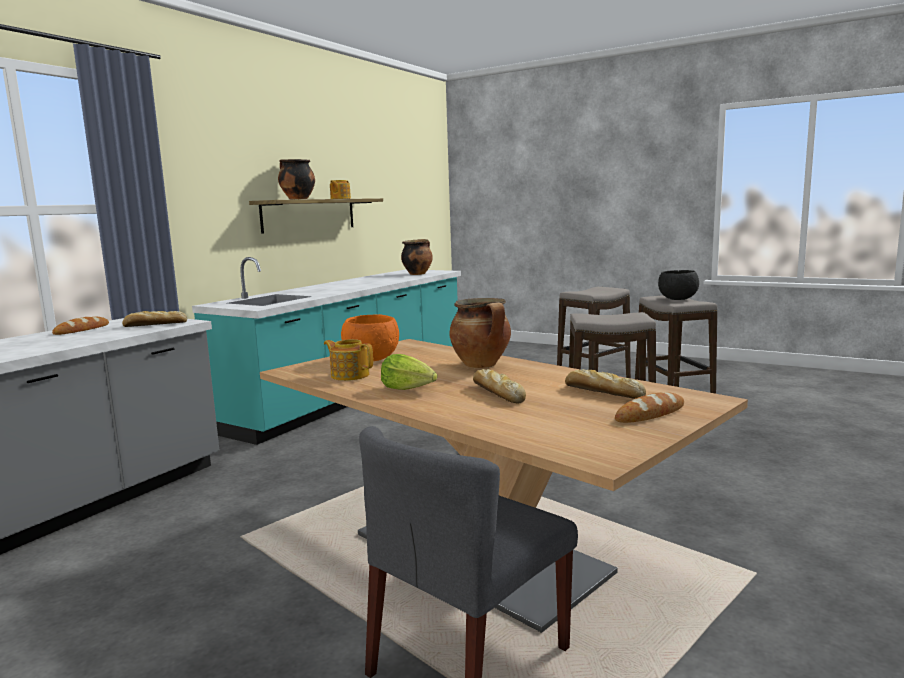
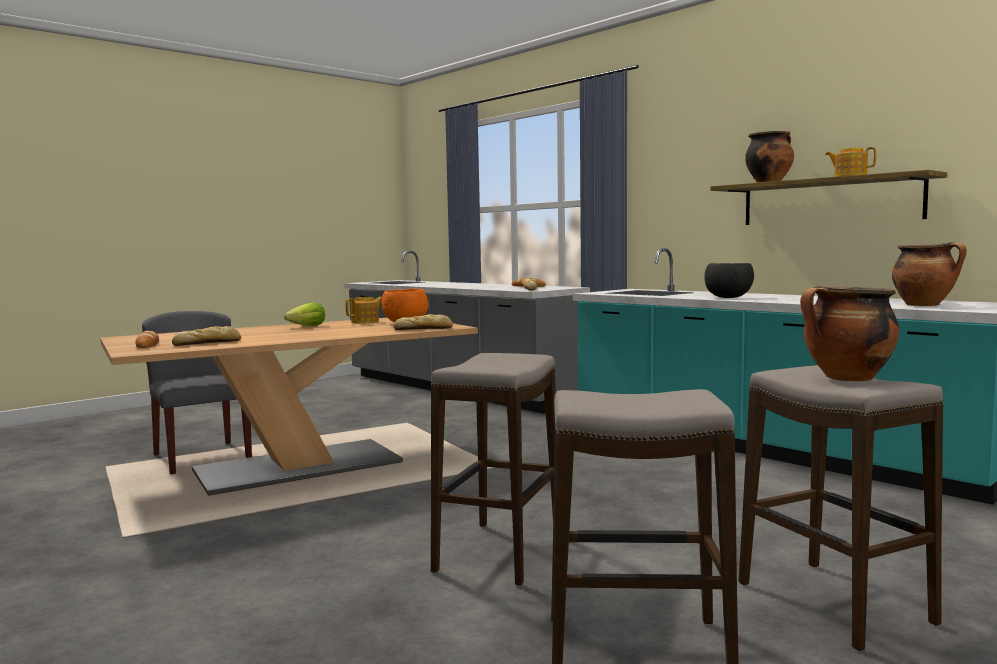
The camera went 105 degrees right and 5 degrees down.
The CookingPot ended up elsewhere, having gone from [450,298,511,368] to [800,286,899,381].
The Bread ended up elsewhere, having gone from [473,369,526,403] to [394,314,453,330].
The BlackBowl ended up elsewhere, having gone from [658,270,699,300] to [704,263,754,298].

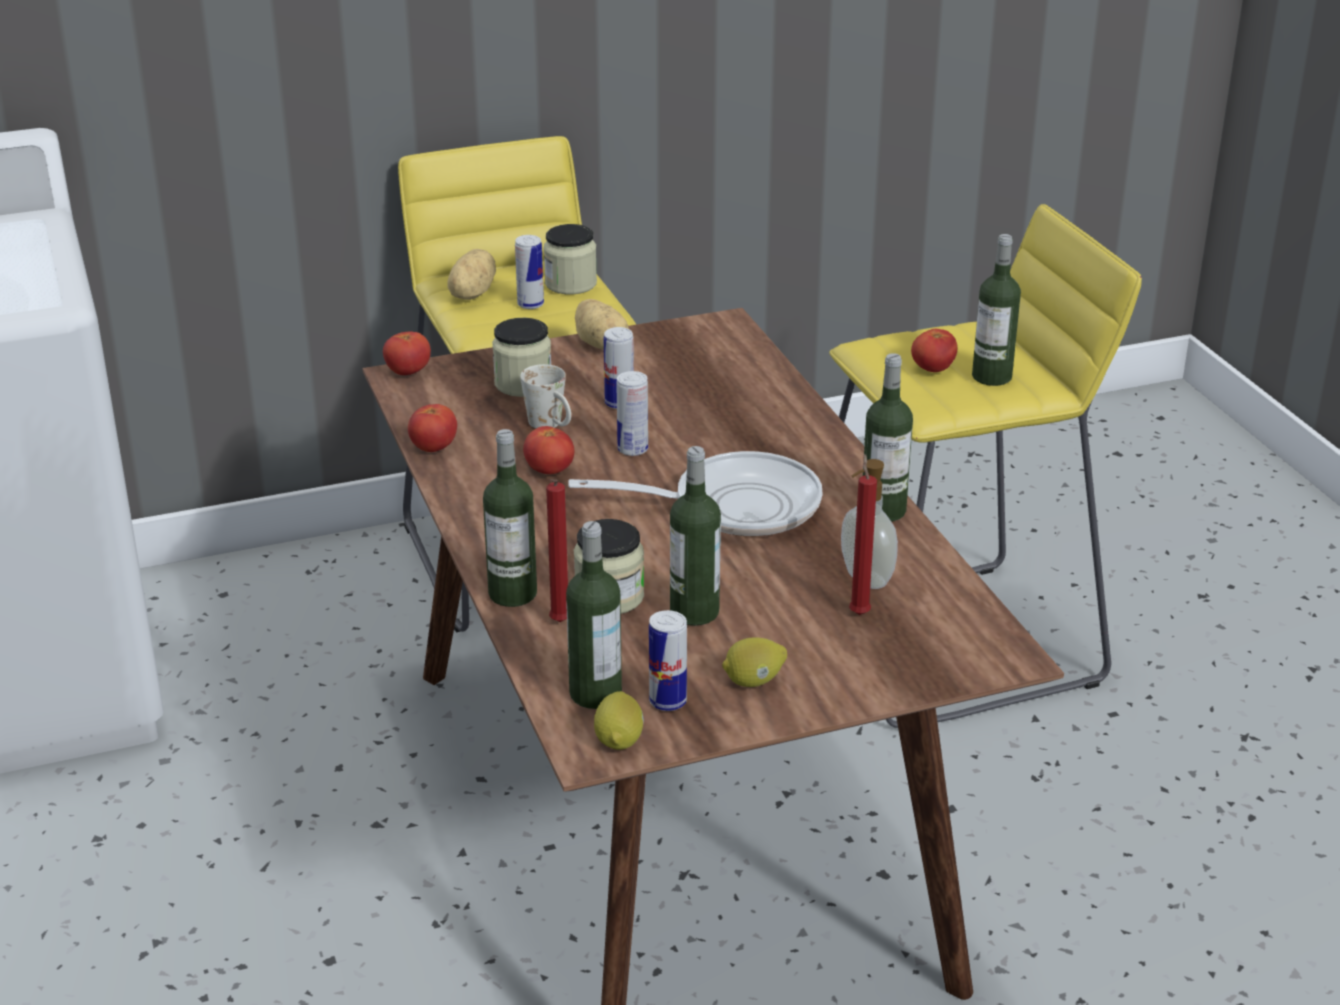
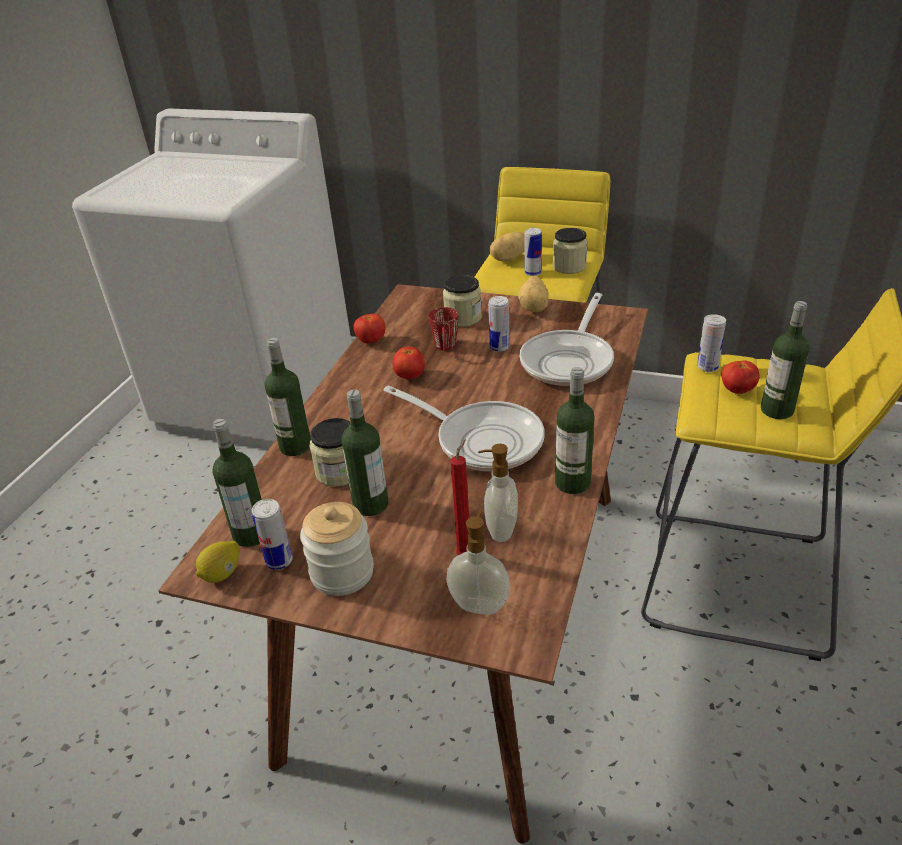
The camera went 40 degrees right and 5 degrees up.
The second view lost the Tomato at [383,331,431,375].
The second view lost the RedCandle at [546,479,568,622].
The second view gained the SoapDispenser at [446,510,510,615].
The second view gained the FryingPan at [520,293,614,386].
The Can ended up elsewhere, having gone from [616,371,648,456] to [697,314,726,372].
Where the Lemon stood at [722,638,787,687], the Jar came to stand at [300,502,374,596].
What was the WhiteMug at [520,364,571,428] turned into the RedMug at [428,307,458,351].

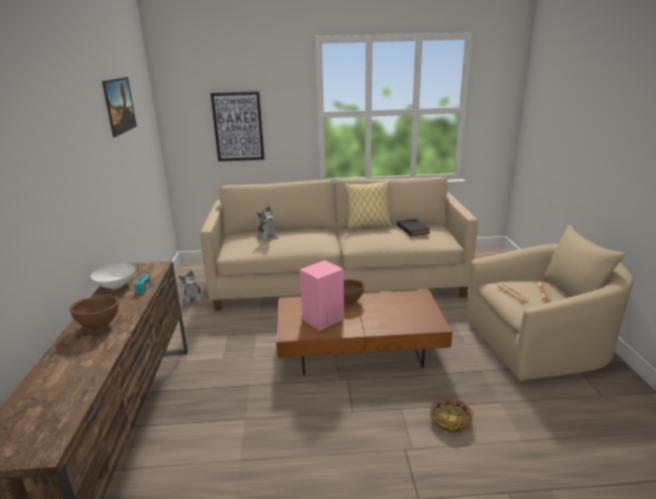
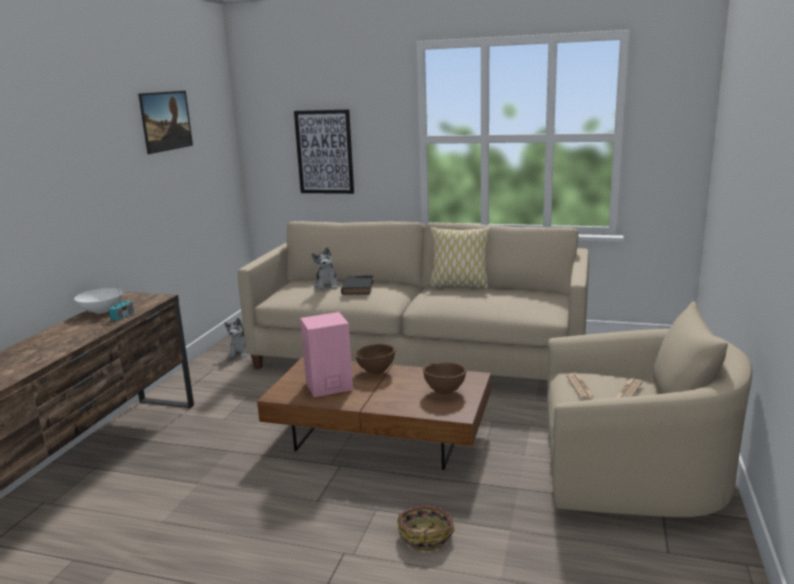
The camera went 20 degrees right and 5 degrees down.
The BrownBowl ended up elsewhere, having gone from [69,295,119,330] to [423,362,467,394].
The BlackBook ended up elsewhere, having gone from [397,219,430,236] to [341,276,374,295].

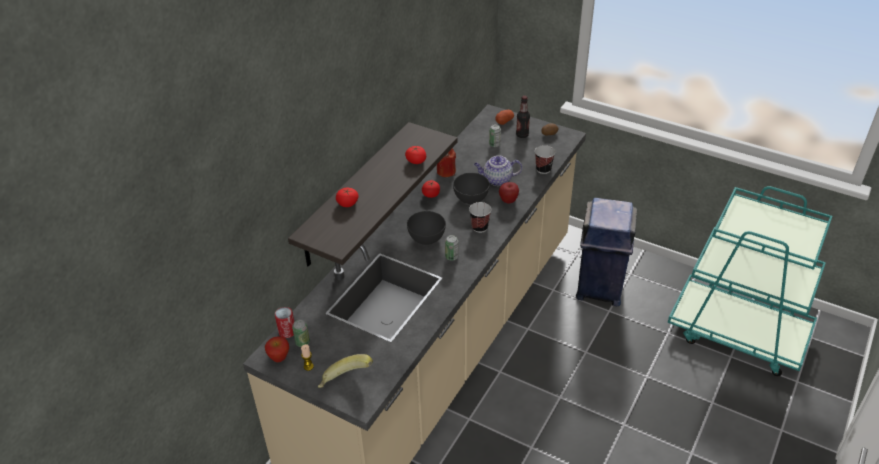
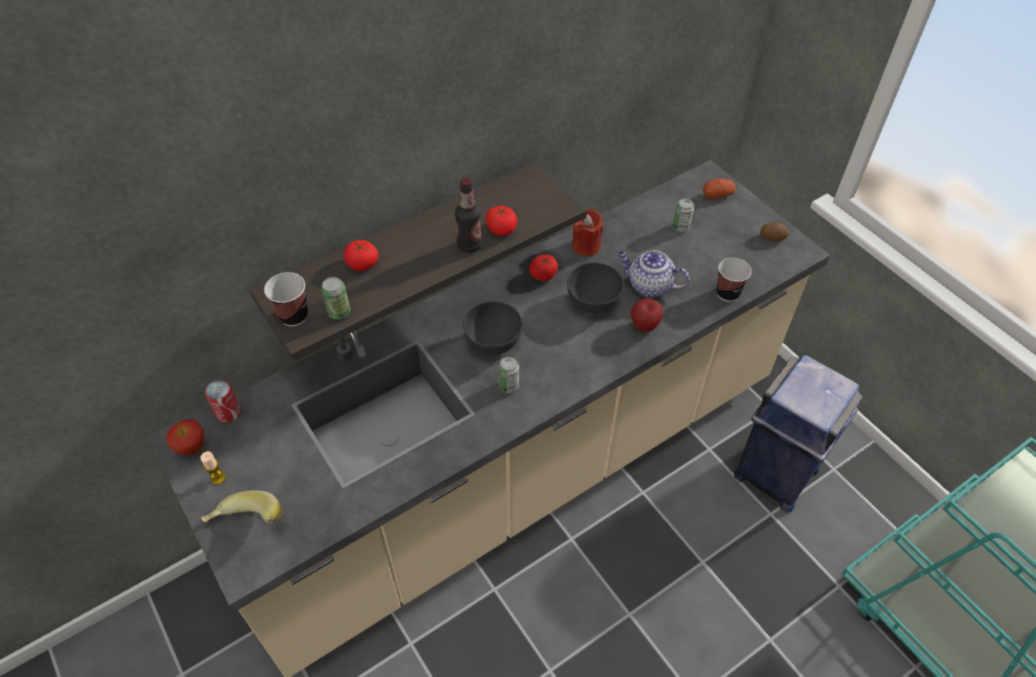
The camera went 25 degrees right and 10 degrees up.
The Can ended up elsewhere, having gone from [292,320,310,347] to [321,277,350,319].
The Cup ended up elsewhere, having gone from [469,202,491,233] to [264,272,308,326].
The Bottle ended up elsewhere, having gone from [516,96,530,138] to [455,178,482,253].

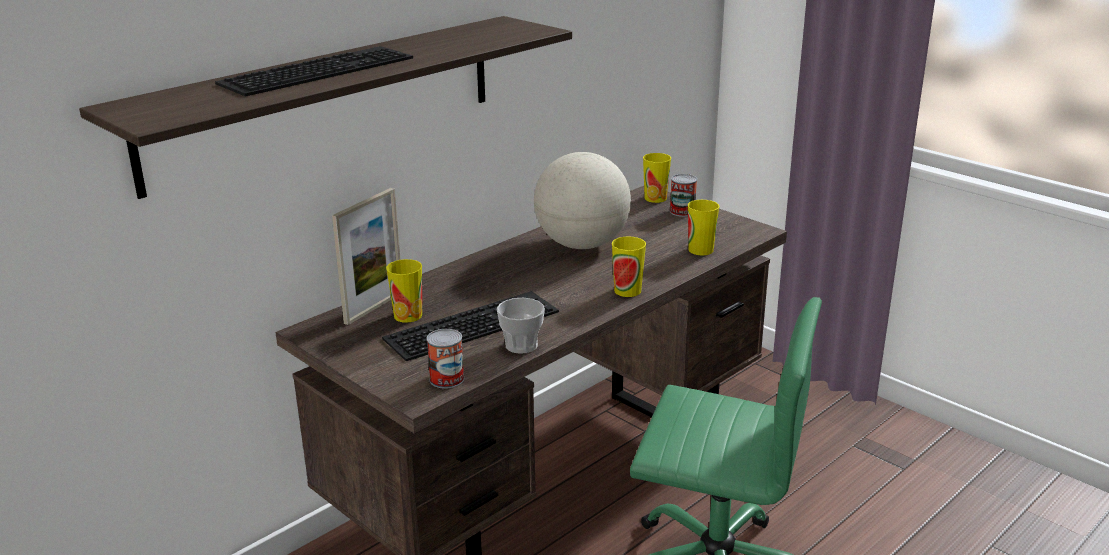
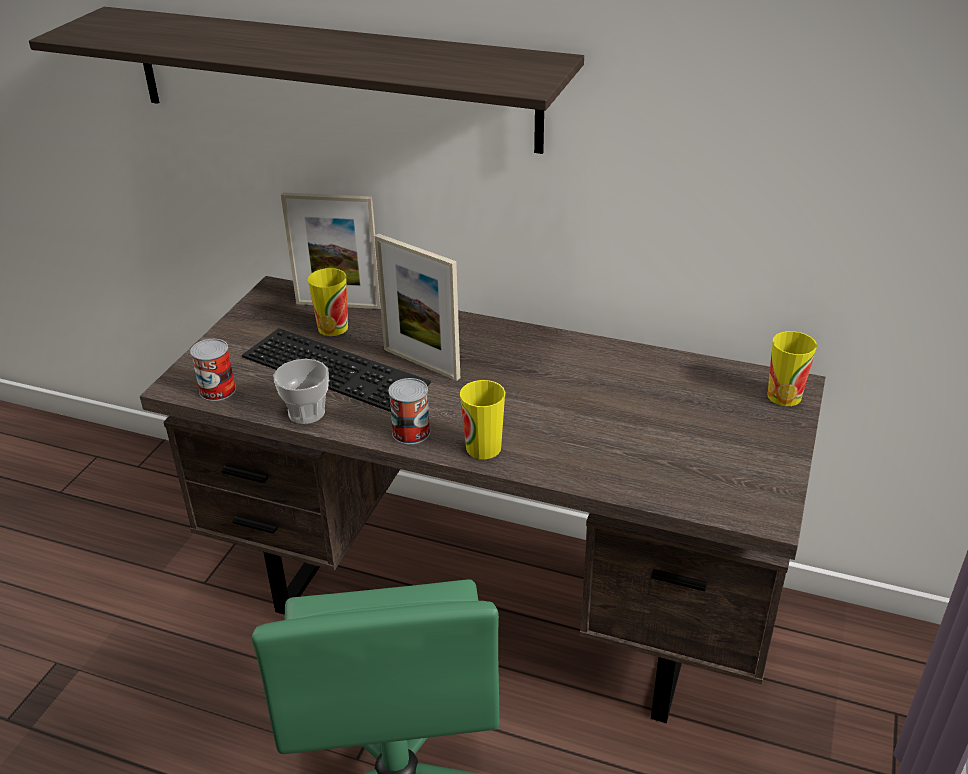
The camera went 65 degrees right and 10 degrees up.
The second view lost the Keyboard at [215,46,413,96].
The second view lost the Globe at [534,152,631,249].
The second view lost the Cup at [688,200,719,255].
The second view gained the PictureFrame at [374,233,460,381].
The Can ended up elsewhere, having gone from [670,174,697,217] to [388,378,430,444].

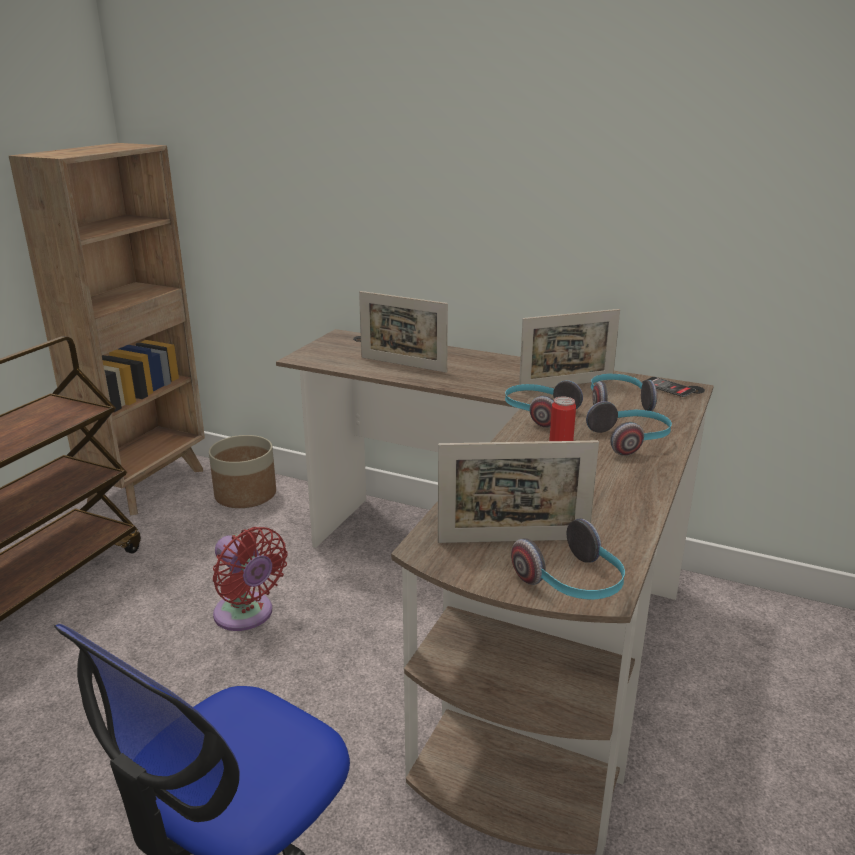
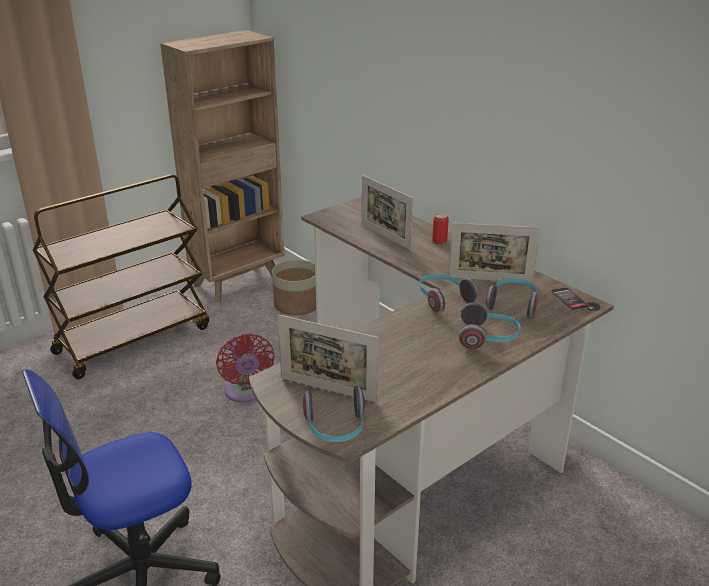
The camera went 25 degrees right and 5 degrees up.
The Can ended up elsewhere, having gone from [549,396,576,441] to [432,213,449,244].

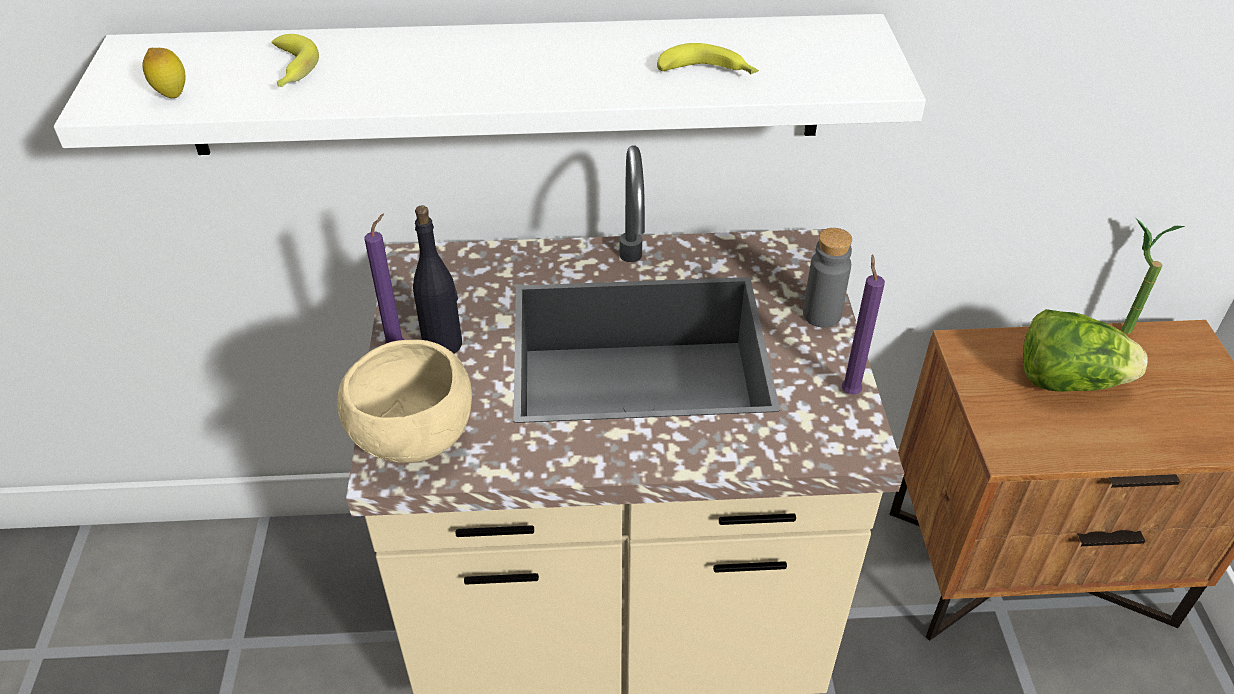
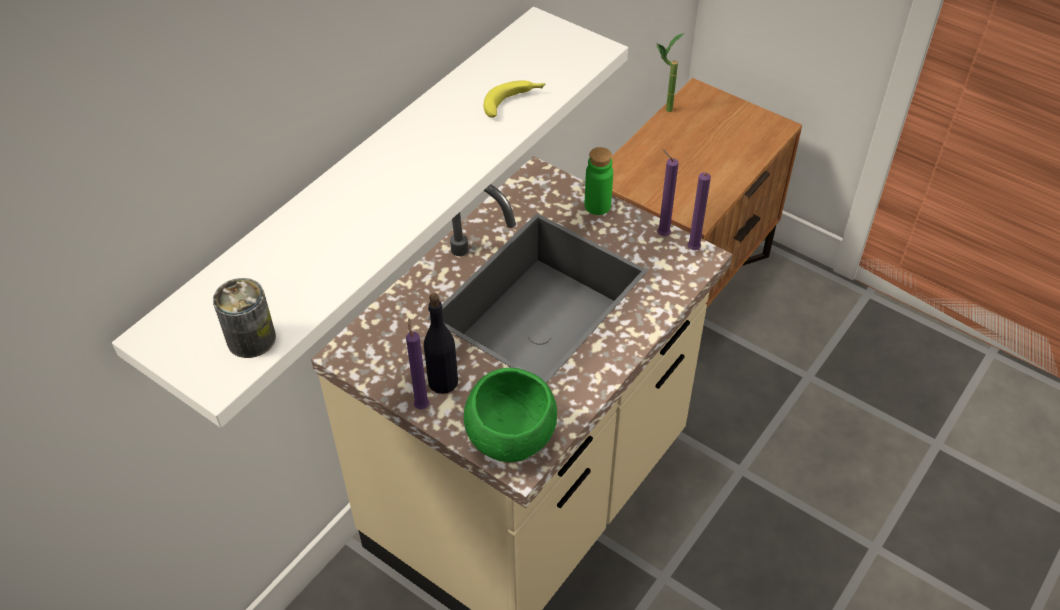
The camera went 50 degrees left and 5 degrees up.
The second view lost the Banana at [272,34,319,87].
The second view lost the Lettuce at [1023,309,1148,392].
The second view gained the PurpleCandle at [687,172,711,250].
Where the Lemon stood at [142,48,186,98], the Can came to stand at [213,278,276,358].
What was the BeigeBowl at [337,339,472,463] turned into the GreenBowl at [464,368,557,462].
What was the GreyBottle at [803,228,852,328] turned into the GreenBottle at [585,147,613,215].

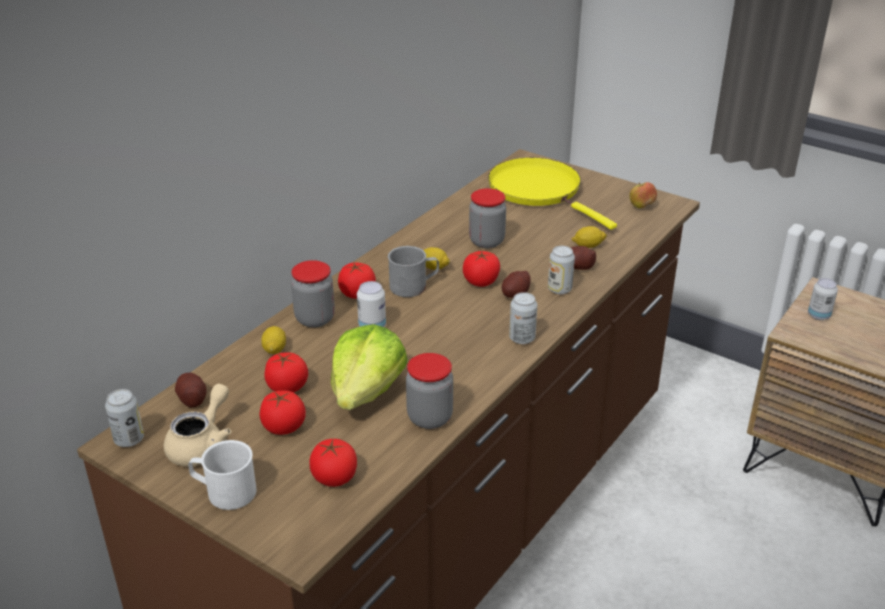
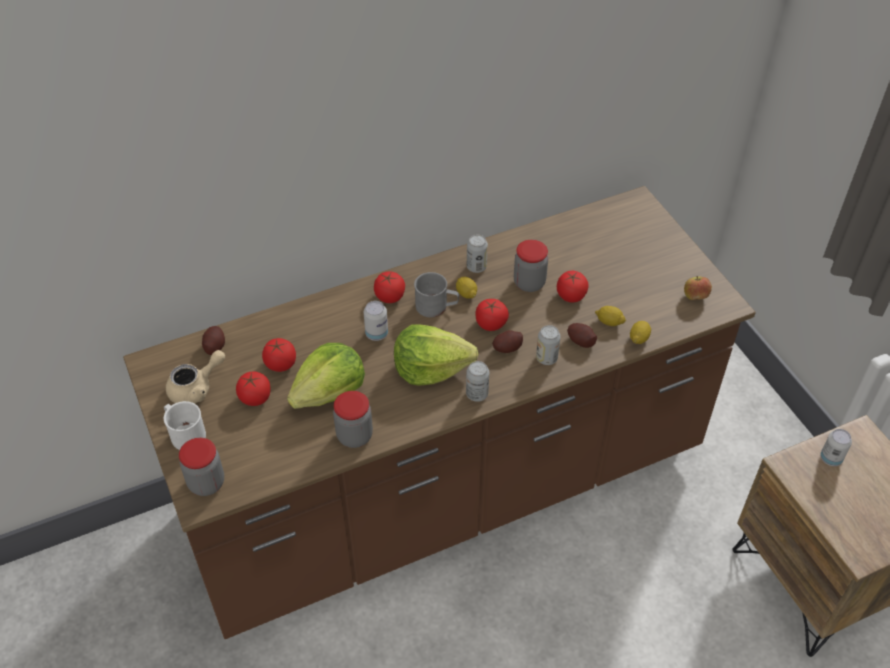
The camera went 30 degrees right and 15 degrees up.
The second view lost the YellowFryingPan at [488,158,617,230].
The second view gained the Lettuce at [394,324,478,386].
The Can ended up elsewhere, having gone from [105,389,144,447] to [467,235,488,273].
The Lemon ended up elsewhere, having gone from [261,326,286,354] to [630,321,651,344].
The Jar ended up elsewhere, having gone from [291,260,335,327] to [179,438,224,496].
The Tomato ended up elsewhere, having gone from [309,439,357,487] to [557,271,589,303].

